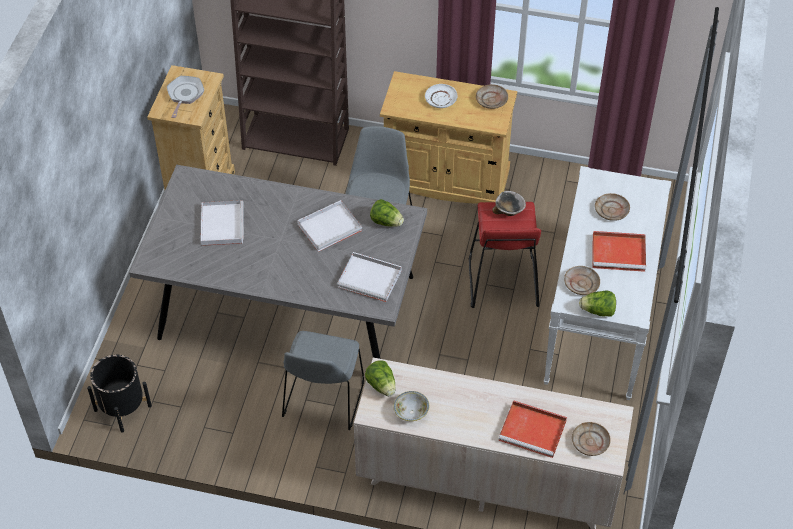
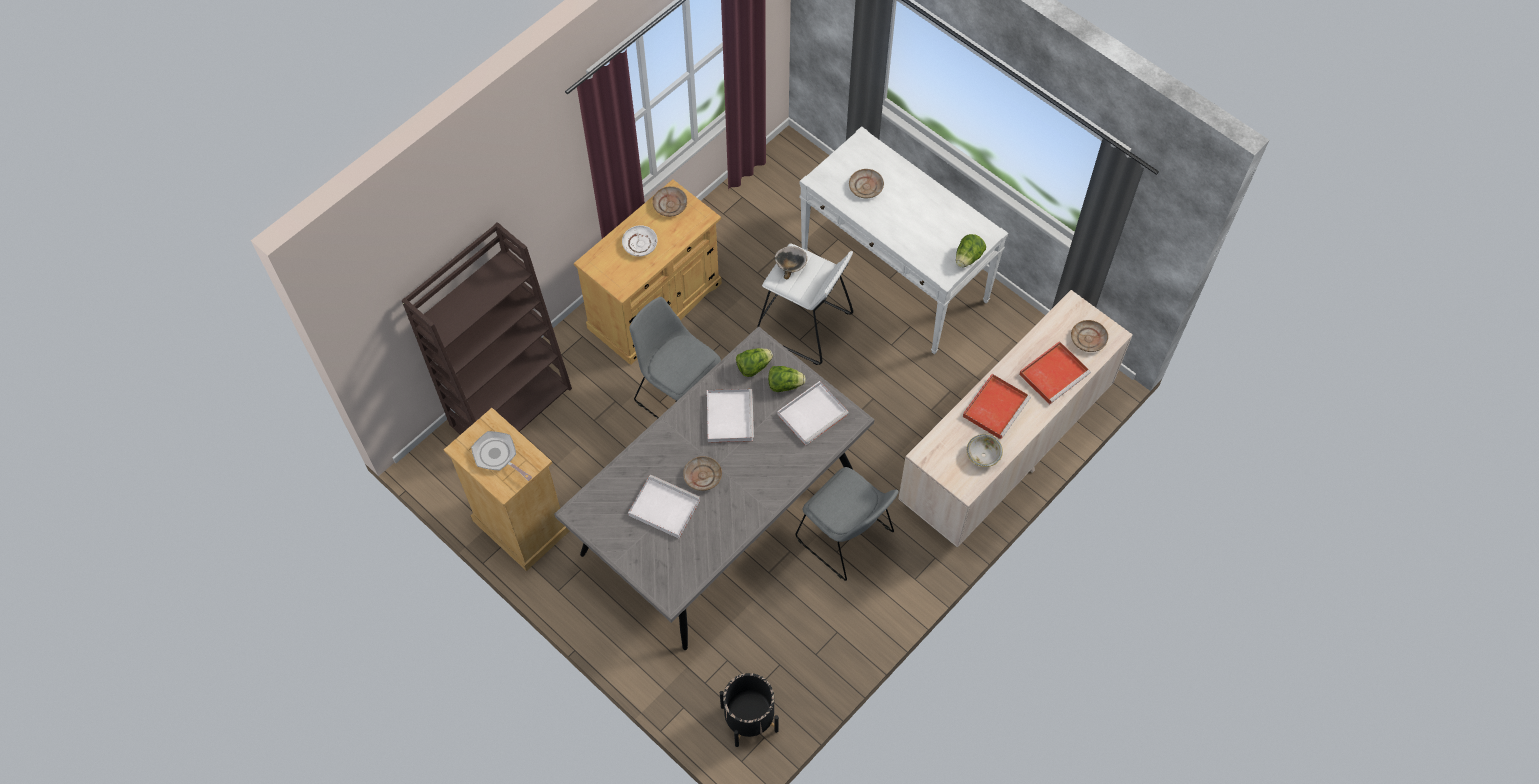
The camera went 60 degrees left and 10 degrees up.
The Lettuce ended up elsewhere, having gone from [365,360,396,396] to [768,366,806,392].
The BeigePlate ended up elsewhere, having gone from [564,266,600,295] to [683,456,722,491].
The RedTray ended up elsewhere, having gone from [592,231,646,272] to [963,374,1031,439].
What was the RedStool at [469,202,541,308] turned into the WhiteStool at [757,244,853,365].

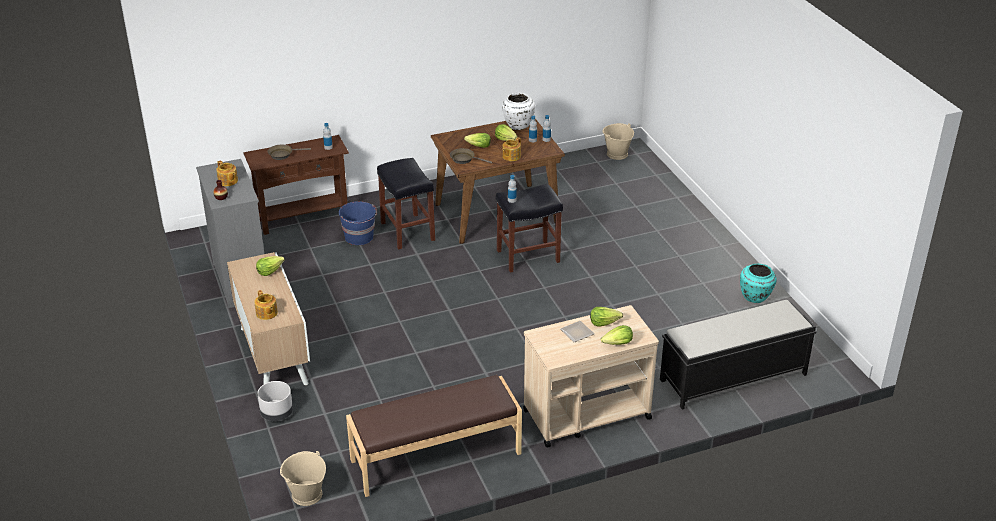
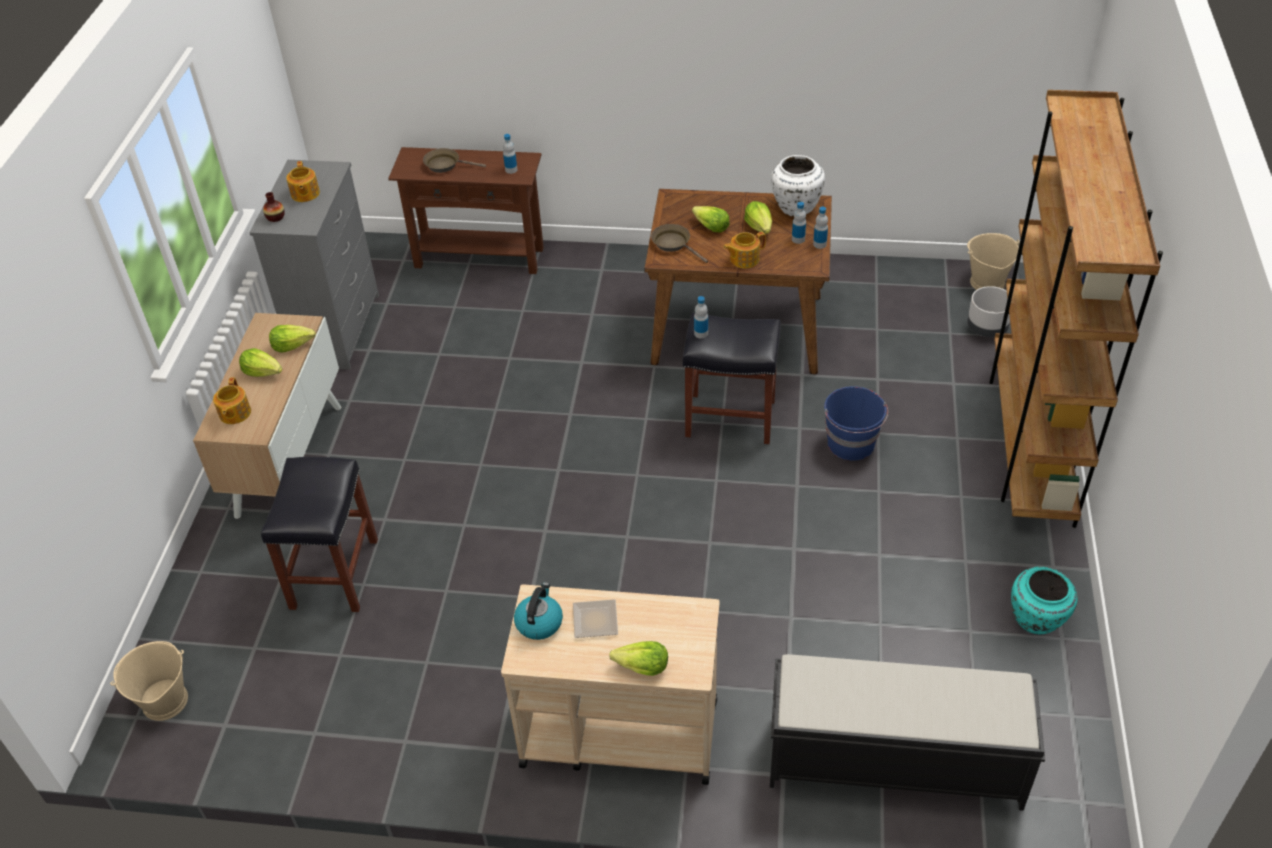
The camera went 30 degrees right and 10 degrees up.
The second view lost the BrownBench at [346,375,522,497].
The second view gained the Kettle at [514,582,563,640].
The second view gained the BrownBookcase at [989,90,1163,528].
The GreyPlanter ended up elsewhere, having gone from [257,381,293,421] to [967,286,1010,337].
The BlueBucket ended up elsewhere, having gone from [339,201,377,245] to [824,386,888,461].
The BlackStool ended up elsewhere, having gone from [377,158,435,250] to [261,457,378,612].
The Lettuce ended up elsewhere, having gone from [590,307,623,326] to [239,348,282,377].

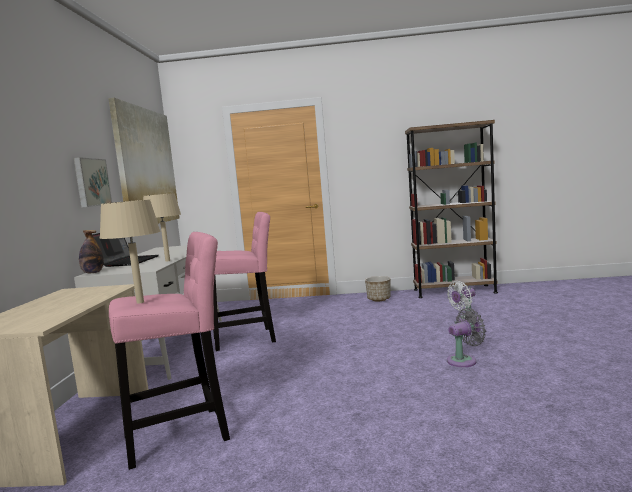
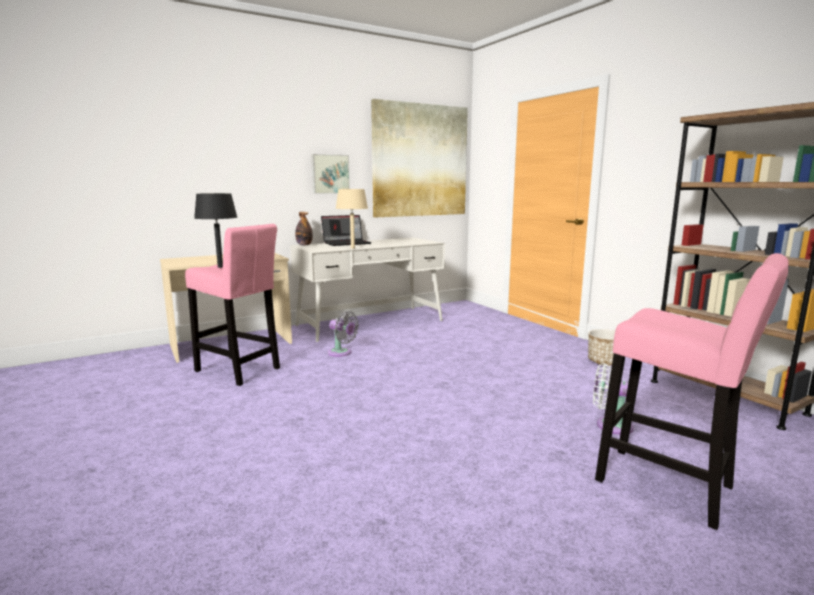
The camera went 55 degrees right and 5 degrees up.
The PinkStool ended up elsewhere, having gone from [213,212,276,351] to [595,253,789,530].
The GreyFan ended up elsewhere, having gone from [447,308,486,367] to [328,311,359,357].
What was the BeigeTableLamp at [100,199,161,304] turned into the BlackTableLamp at [194,193,237,268].

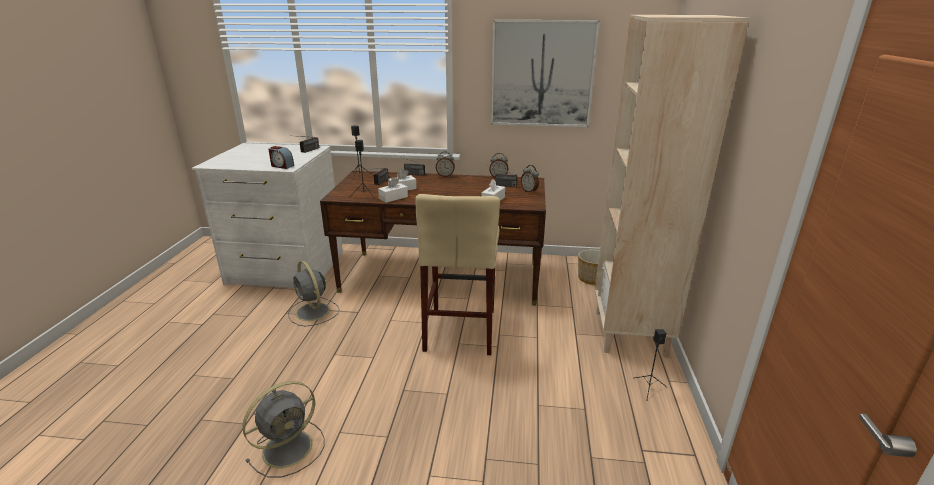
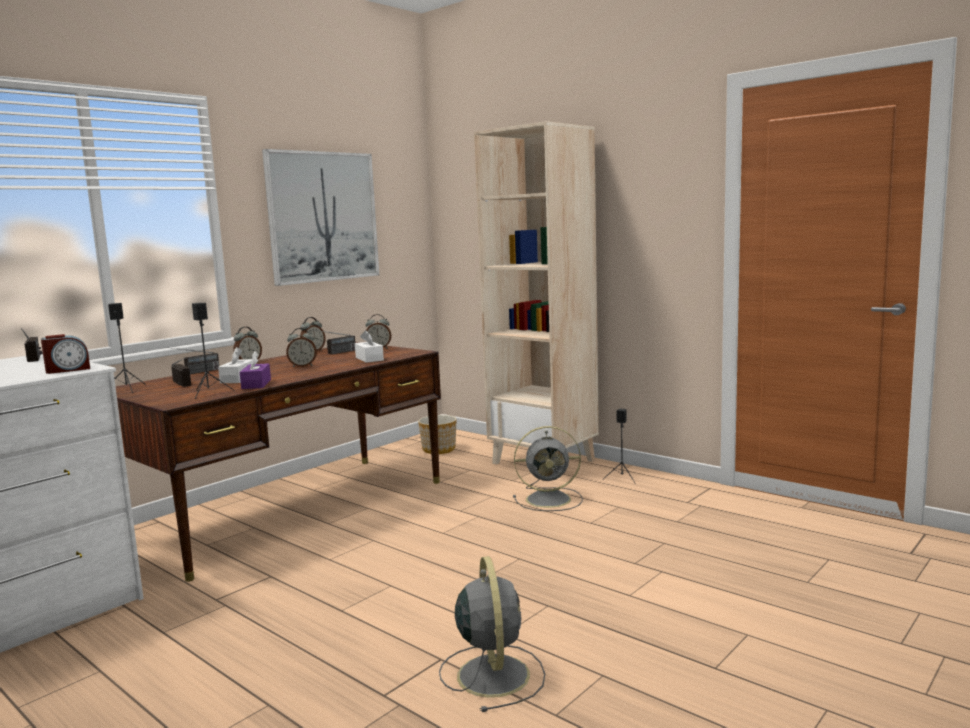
The camera went 55 degrees left and 15 degrees down.
The second view lost the BeigeStool at [415,194,500,355].
The second view gained the AlarmClock at [286,328,317,367].
The GreyFan ended up elsewhere, having gone from [288,261,339,326] to [513,426,582,511].
What was the WhiteTissueBox at [378,177,408,203] turned into the PurpleTissueBox at [240,351,271,389].

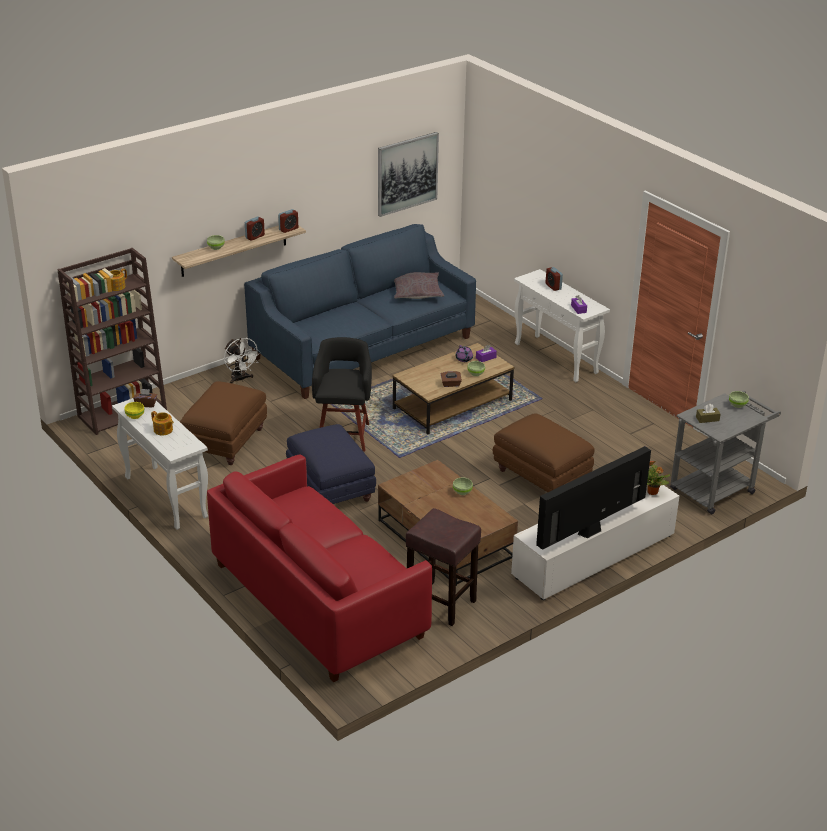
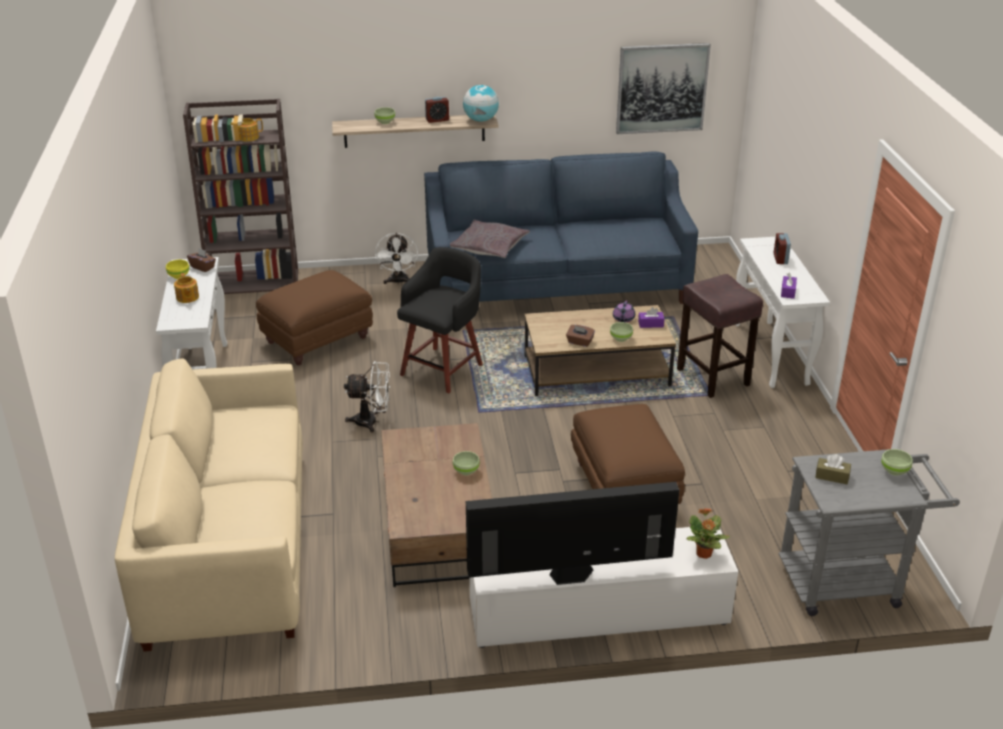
The camera went 30 degrees right and 0 degrees up.
The GreyPillow ended up elsewhere, having gone from [394,272,444,299] to [450,220,530,258].
The BrownStool ended up elsewhere, having gone from [406,508,481,626] to [677,274,763,398].
Where the AlarmClock stood at [278,209,298,233], the Globe came to stand at [463,85,499,122].
Where the BlueOttoman stood at [286,424,376,504], the WhiteFan came to stand at [344,361,390,433].
What was the RedSofa at [207,454,432,682] turned into the BeigeSofa at [115,358,303,652].

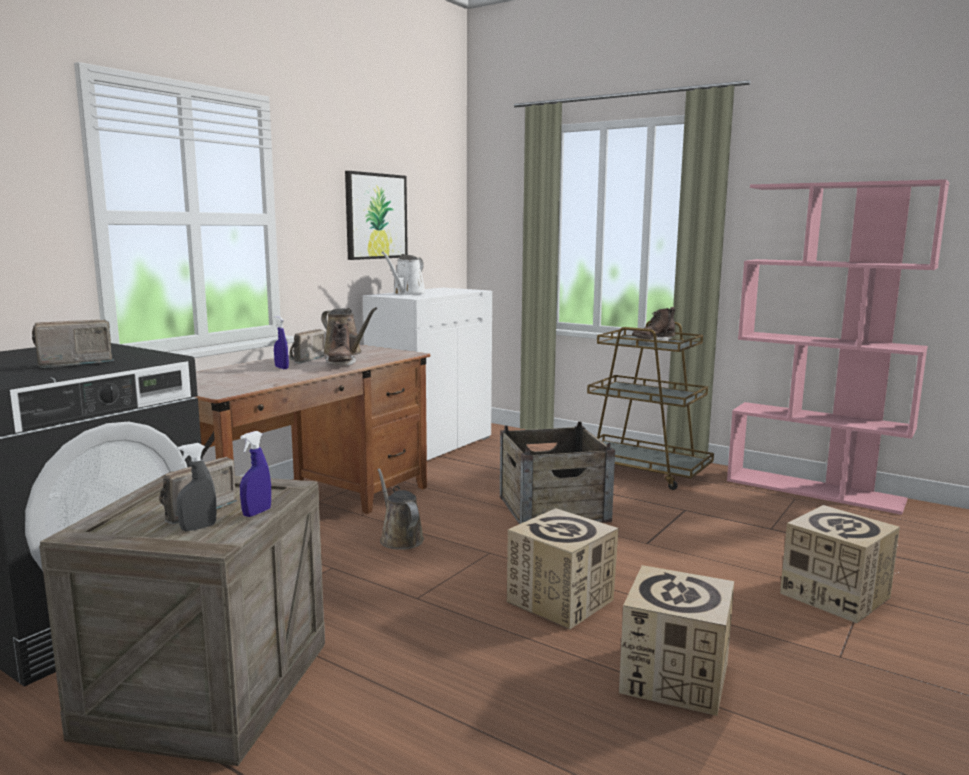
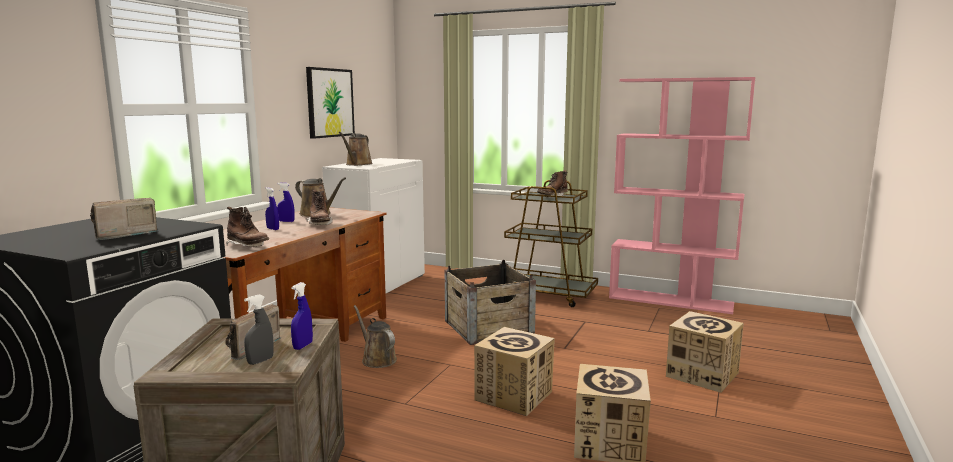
The camera went 10 degrees left and 0 degrees up.
The second view gained the BrownBoot at [226,207,269,247].
Where the Radio stood at [289,329,325,364], the BlueSprayBottle came to stand at [277,183,295,222].
What was the WhiteWateringCan at [381,252,426,295] turned into the BrownWateringCan at [339,132,373,166].

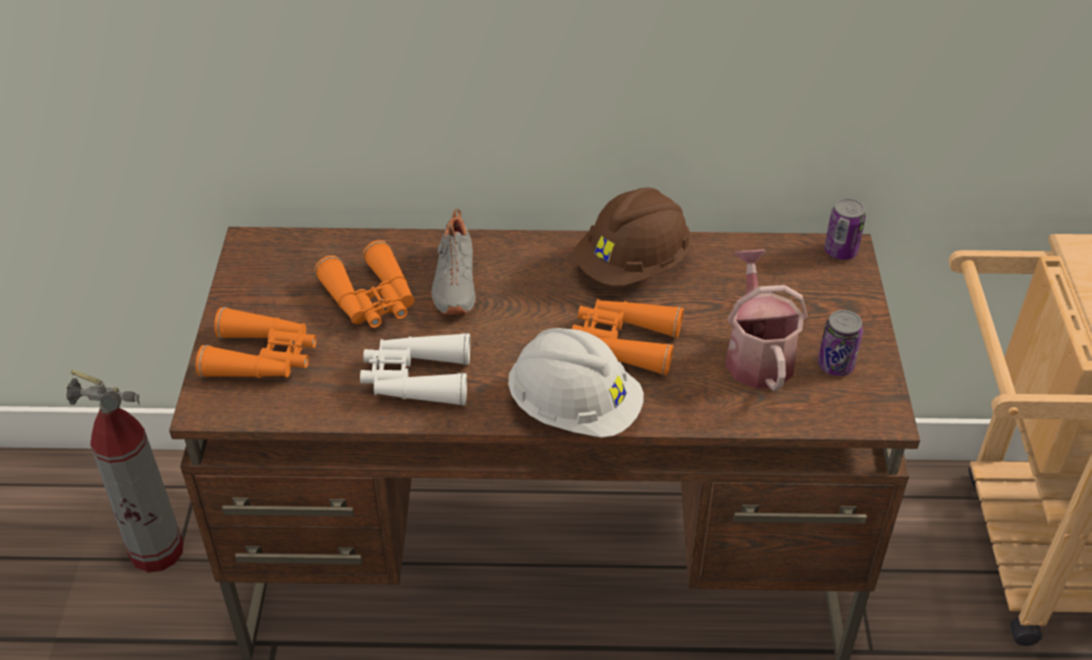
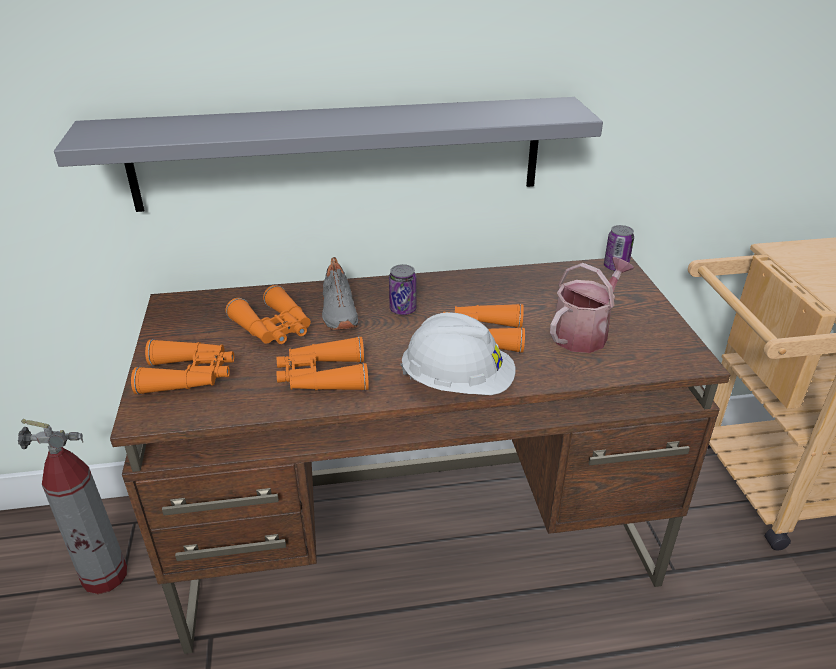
The camera went 10 degrees left and 10 degrees down.
The second view lost the BrownHardHat at [574,187,691,286].
The second view gained the GreyShelf at [54,97,603,212].
The Can ended up elsewhere, having gone from [818,310,863,376] to [389,264,417,315].
What was the WhiteBinoculars at [360,333,470,406] turned into the OrangeBinoculars at [276,336,369,391].
The WateringCan at [725,249,808,391] ended up facing another way, 60 degrees clockwise from before.

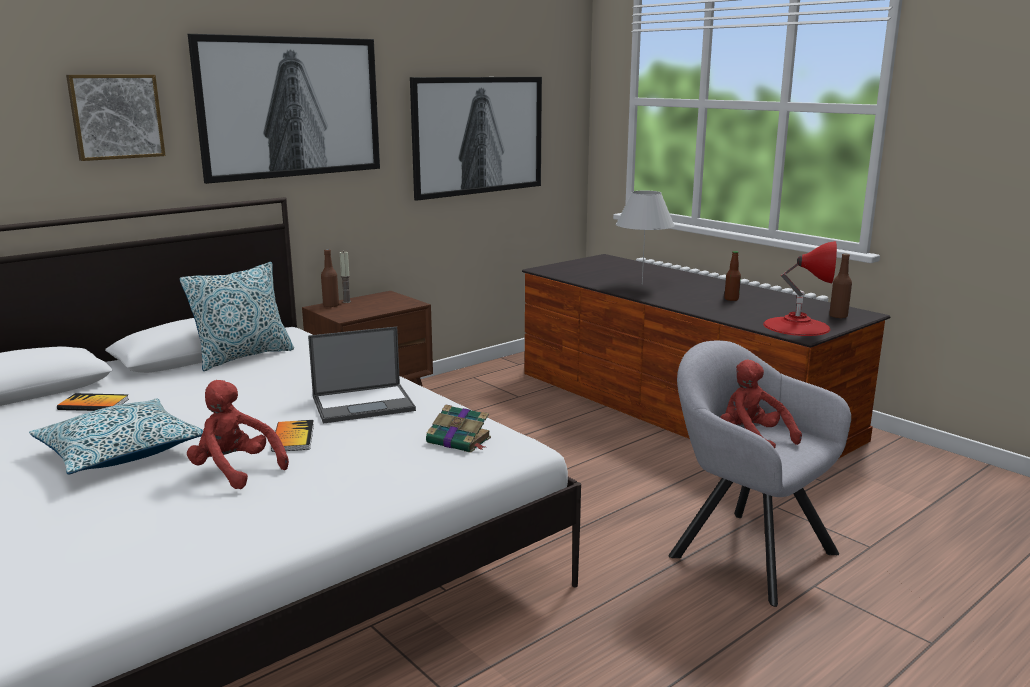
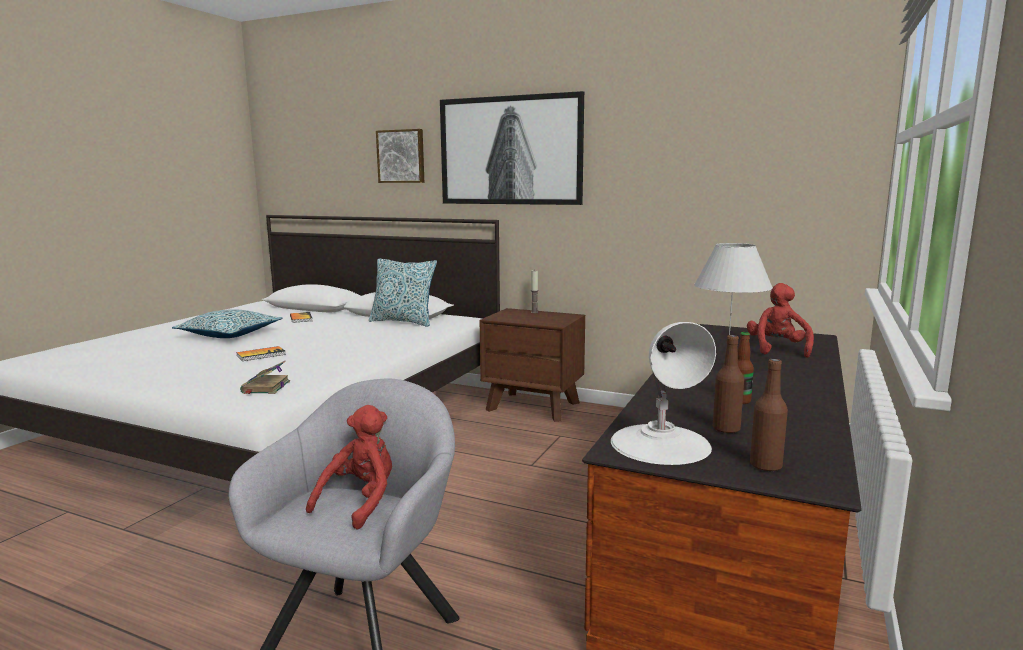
The camera went 65 degrees right and 5 degrees down.
The second view lost the Laptop at [308,326,416,424].
The second view lost the Picture at [410,77,542,201].
The RedPlushToy ended up elsewhere, having gone from [187,380,289,489] to [747,283,814,358].
The BrownBottle ended up elsewhere, having gone from [321,249,339,307] to [713,335,744,433].
What was the RedTableLamp at [763,241,837,336] turned into the WhiteTableLamp at [611,322,716,465].

